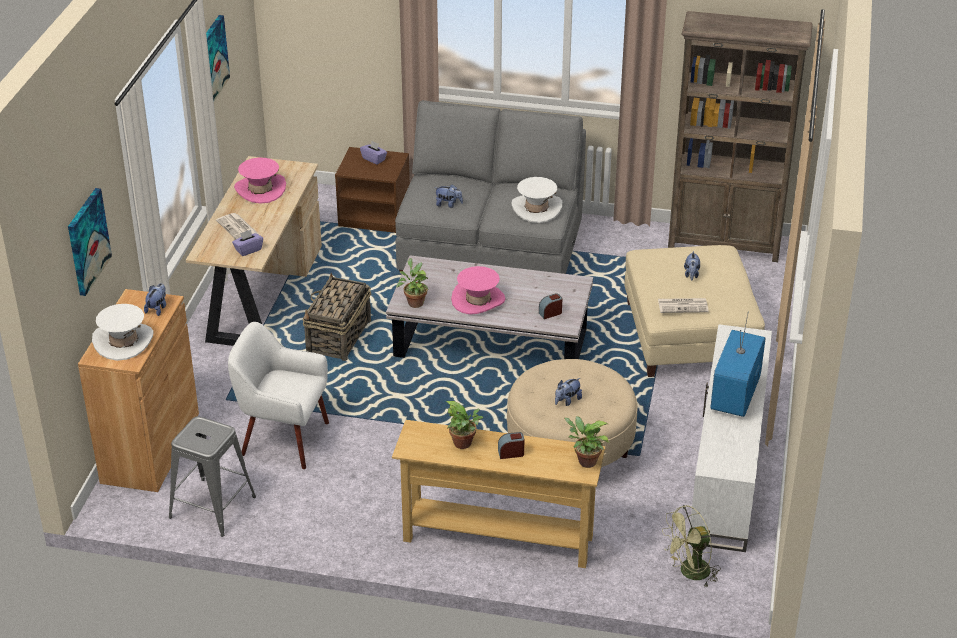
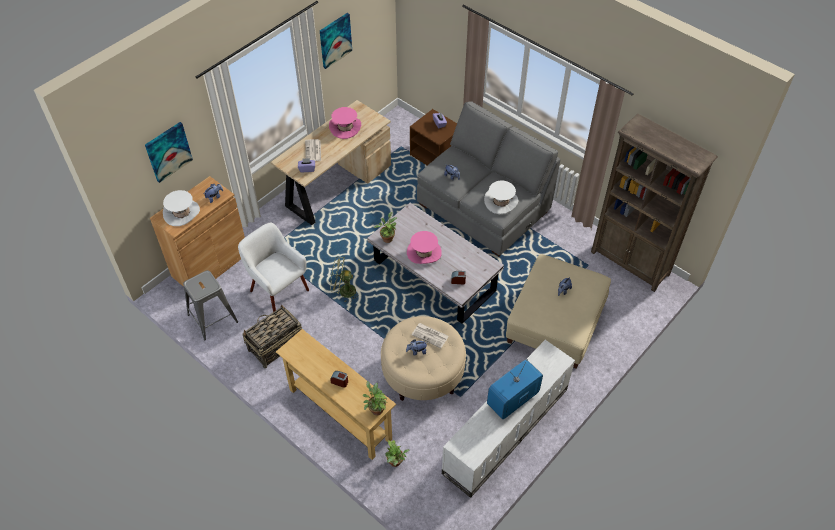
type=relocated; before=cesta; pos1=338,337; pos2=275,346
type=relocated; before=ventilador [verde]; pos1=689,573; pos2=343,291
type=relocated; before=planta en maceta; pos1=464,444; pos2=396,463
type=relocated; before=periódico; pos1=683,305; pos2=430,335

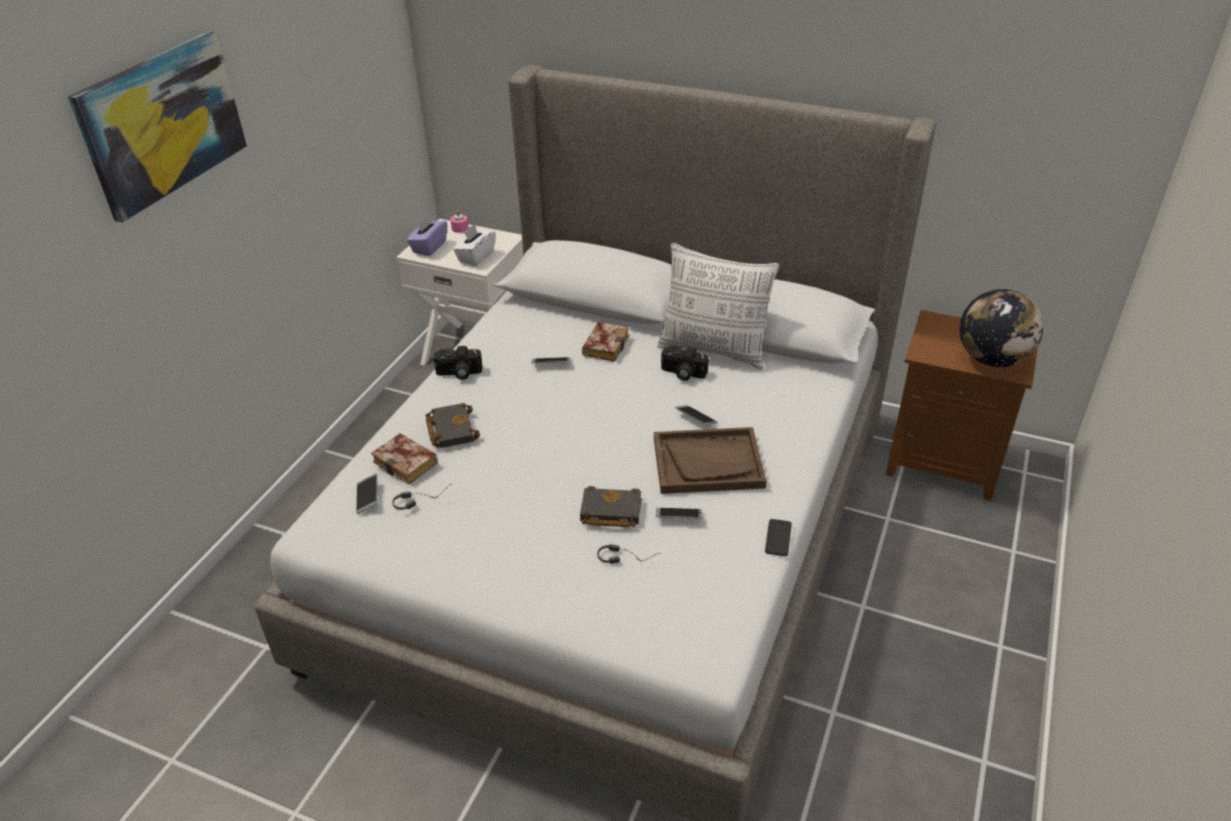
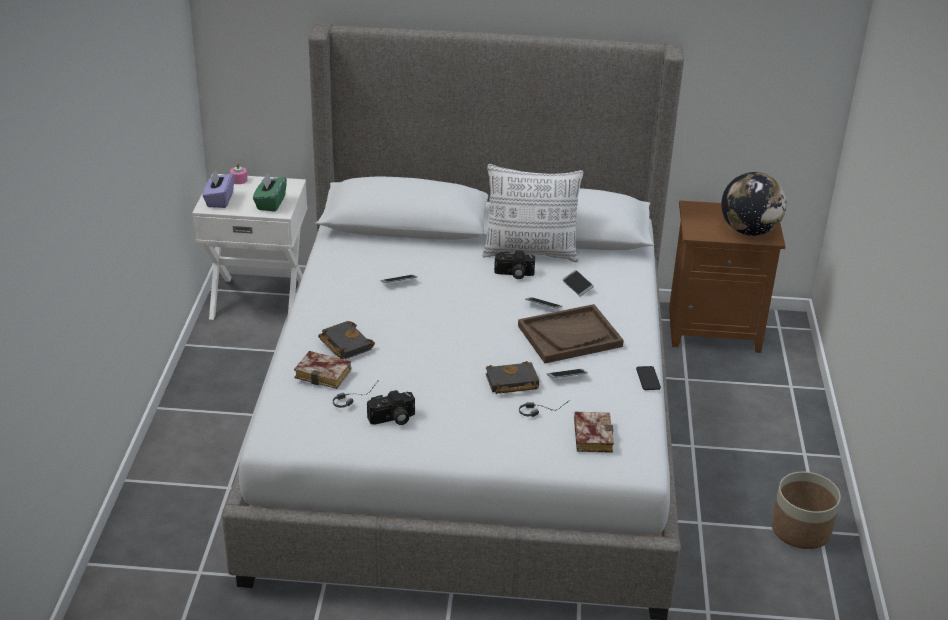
type=colour; before=caja de pañuelos [blanco]; after=caja de pañuelos [verde]; pos1=475,256; pos2=270,203
type=relocated; before=cámara; pos1=458,373; pos2=392,419
type=relocated; before=móvil; pos1=367,497; pos2=577,286
type=relocated; before=libro; pos1=605,345; pos2=591,435
type=appeared; after=maceta; pos2=801,529
type=missing; before=cuadro; pos1=162,123

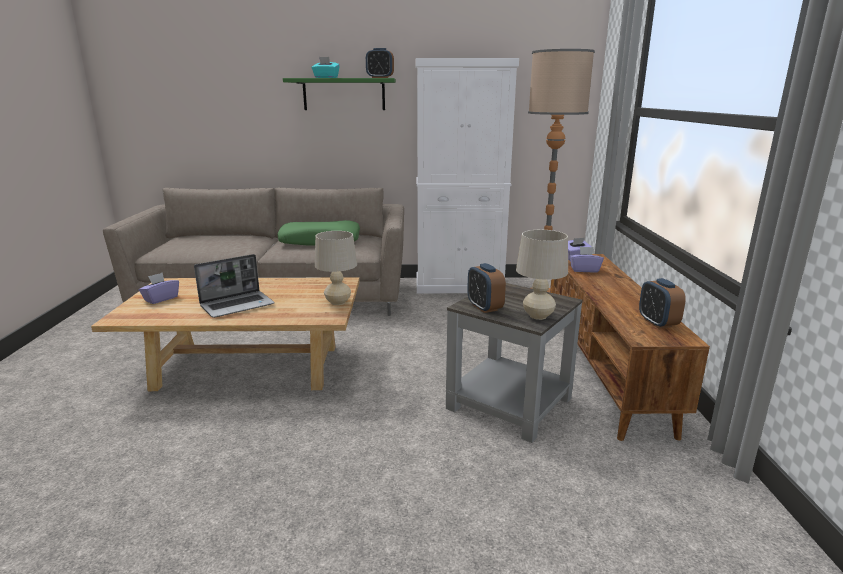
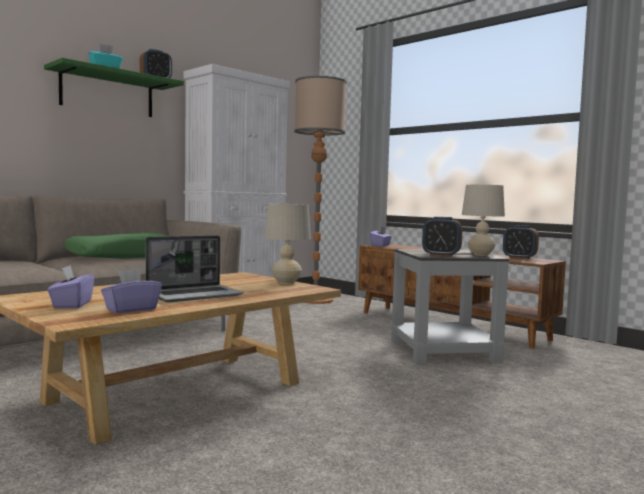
type=relocated; before=caja de pañuelos [morado]; pos1=584,270; pos2=131,309
type=spun; before=portátil; pos1=238,305; pos2=195,295; turn=45

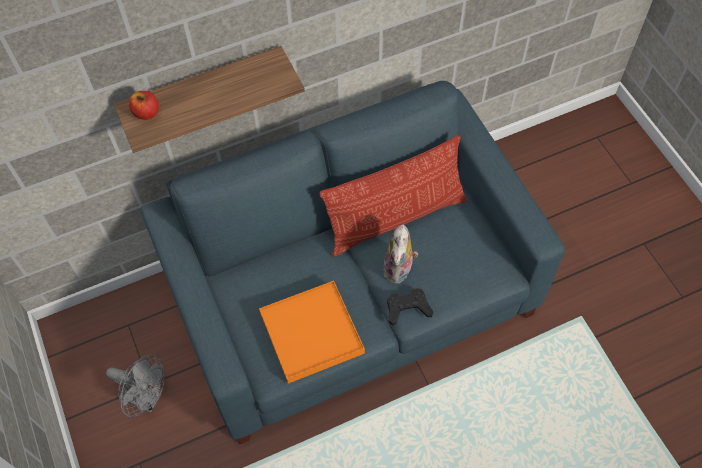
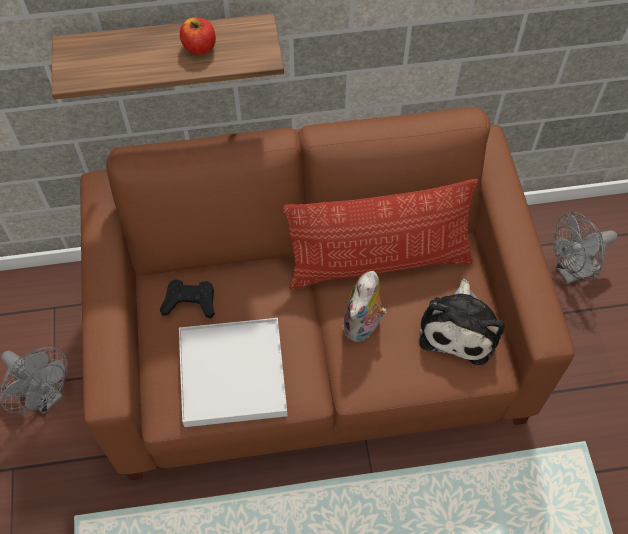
type=colour; before=sofá [azul]; after=sofá [marrón]; pos1=353,297; pos2=315,344
type=relocated; before=mando de consola [negro]; pos1=407,308; pos2=190,301
type=colour; before=bandeja [naranja]; after=bandeja [blanco]; pos1=311,333; pos2=232,374
type=relocated; before=manzana; pos1=146,113; pos2=199,47
type=appeared; after=peluche; pos2=460,327
type=appeared; after=ventilador [gris]; pos2=571,272

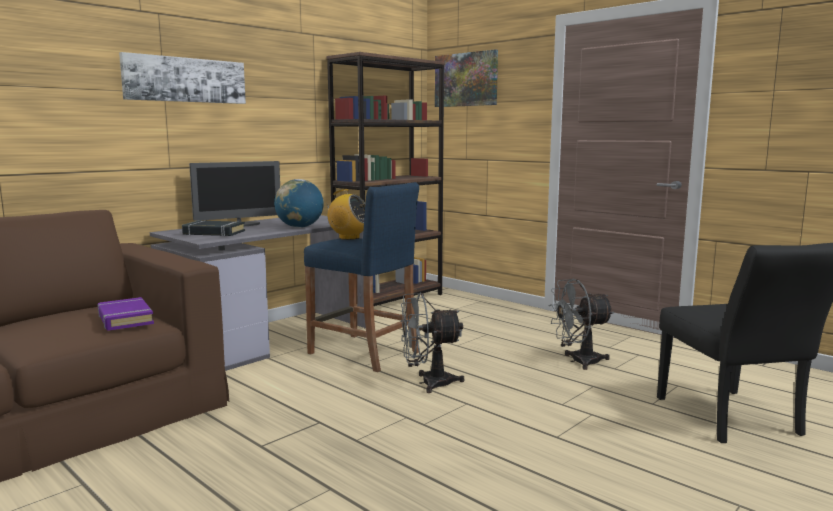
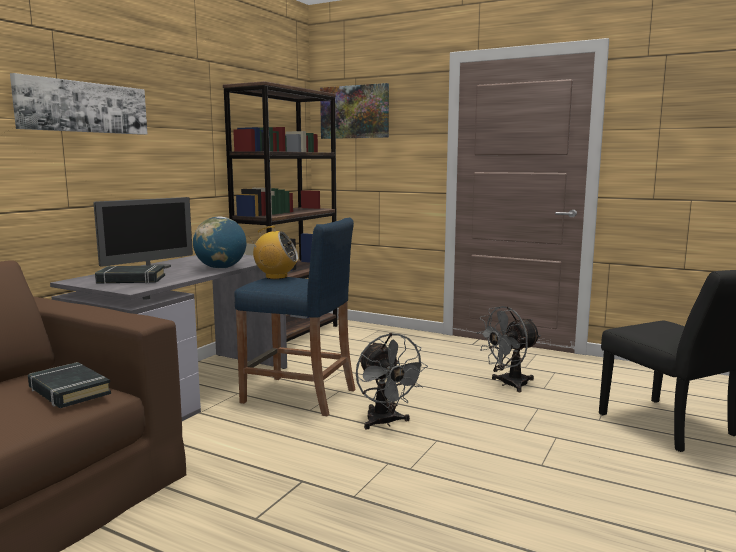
type=colour; before=libro [morado]; after=libro [negro]; pos1=125,319; pos2=69,391
type=spun; before=ventilador [gris]; pos1=428,383; pos2=385,423; turn=-90

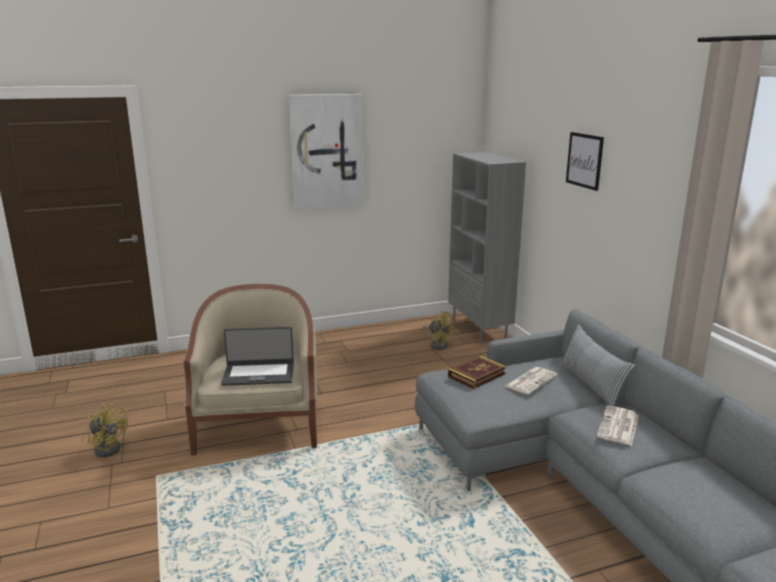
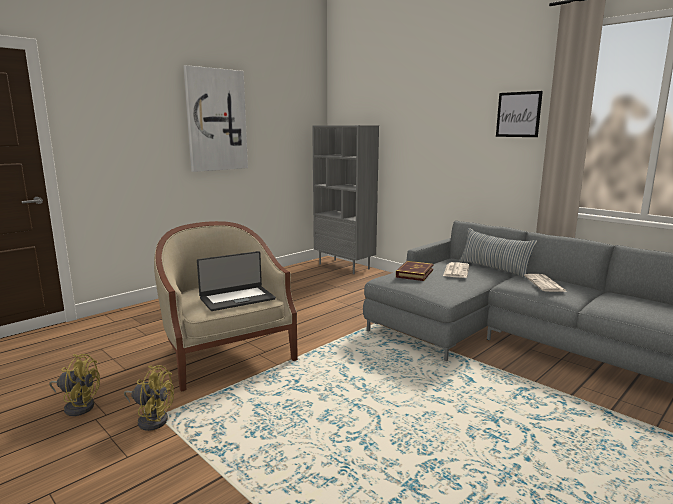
type=relocated; before=ventilador [amarillo]; pos1=438,344; pos2=151,419
type=relocated; before=cuadro; pos1=584,160; pos2=518,114

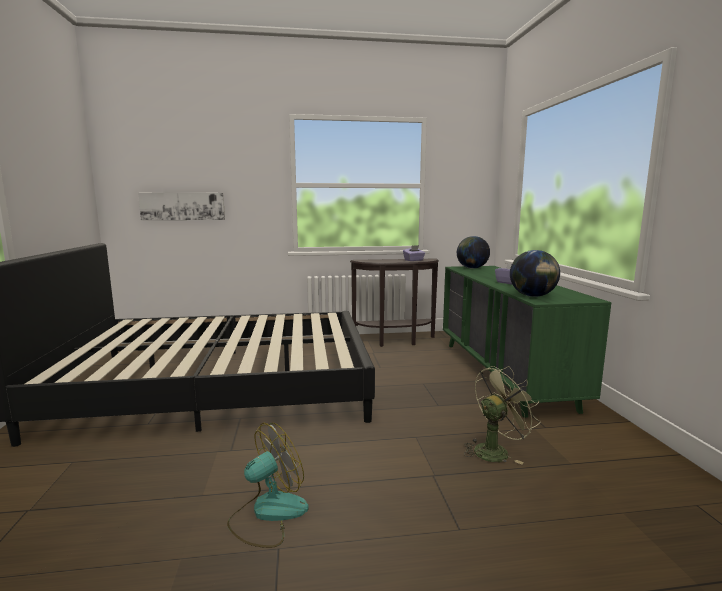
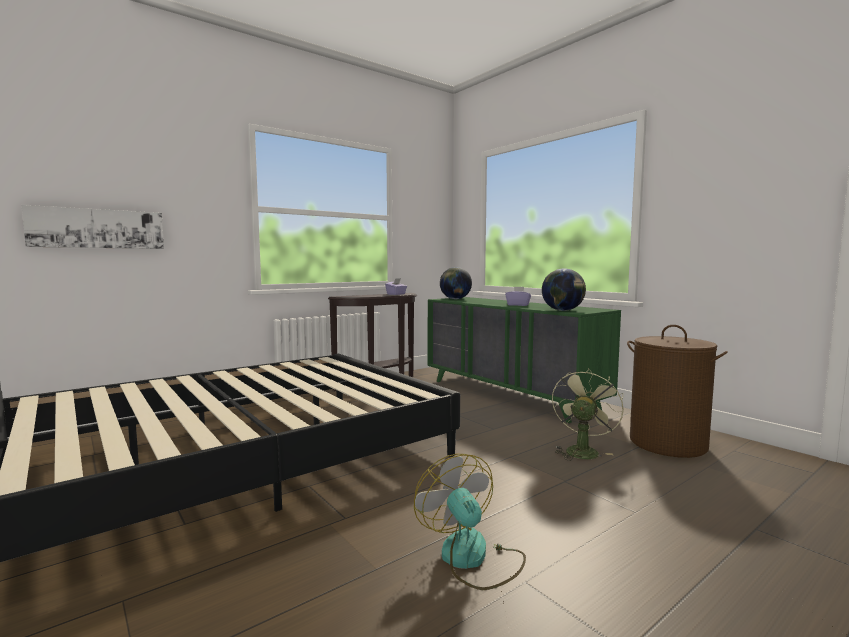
type=spun; before=ventilador; pos1=268,513; pos2=472,558; turn=-45
type=appeared; after=cesto de la ropa [marrón]; pos2=668,443

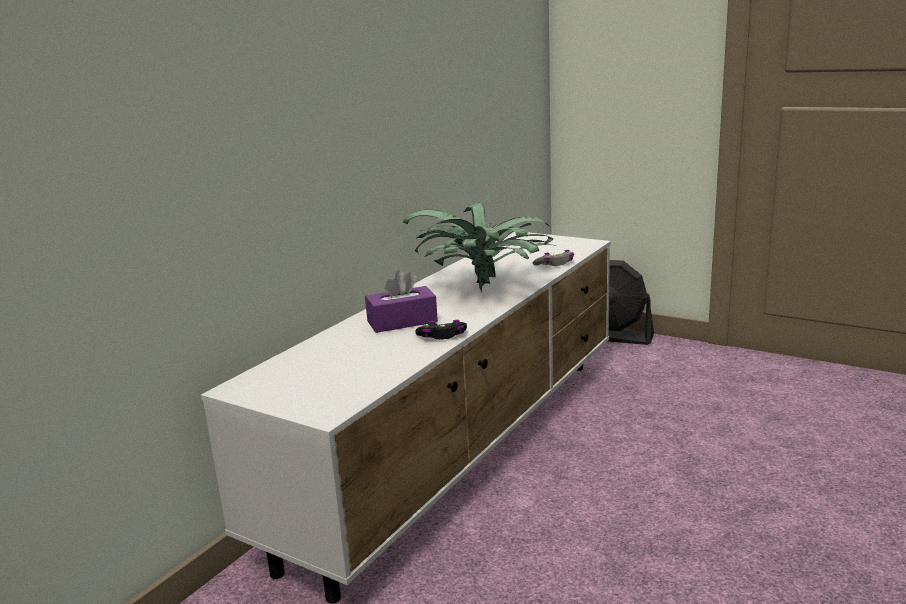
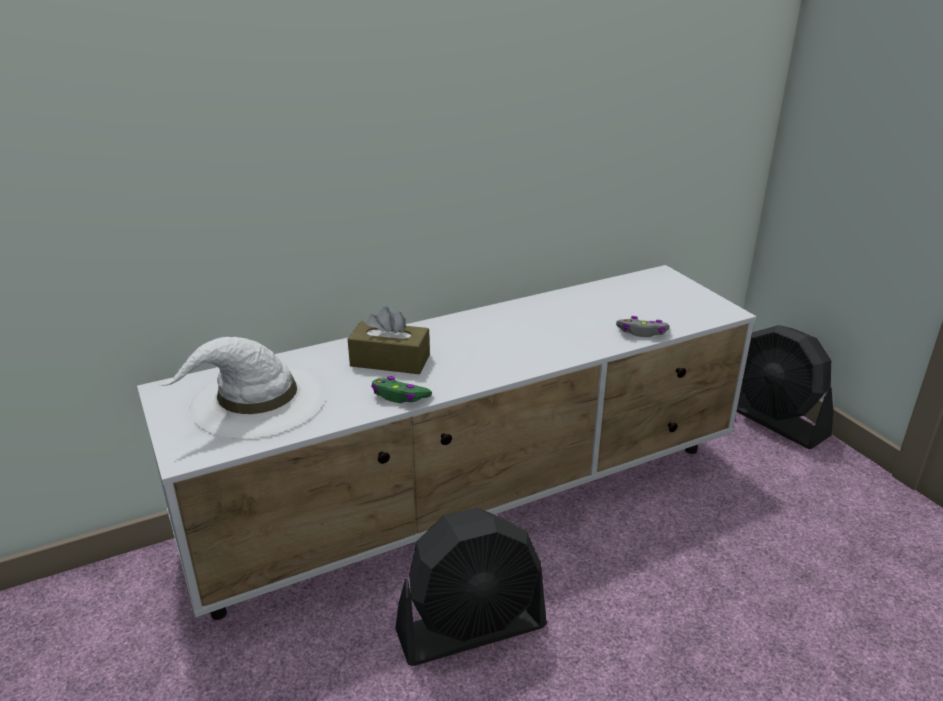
type=appeared; after=sombrero [blanco]; pos2=256,401
type=colour; before=caja de pañuelos [morado]; after=caja de pañuelos [marrón]; pos1=402,322; pos2=390,361
type=colour; before=mando de consola [negro]; after=mando de consola [verde]; pos1=442,336; pos2=400,396
type=appeared; after=ventilador [negro]; pos2=472,629
type=missing; before=planta en maceta; pos1=485,289

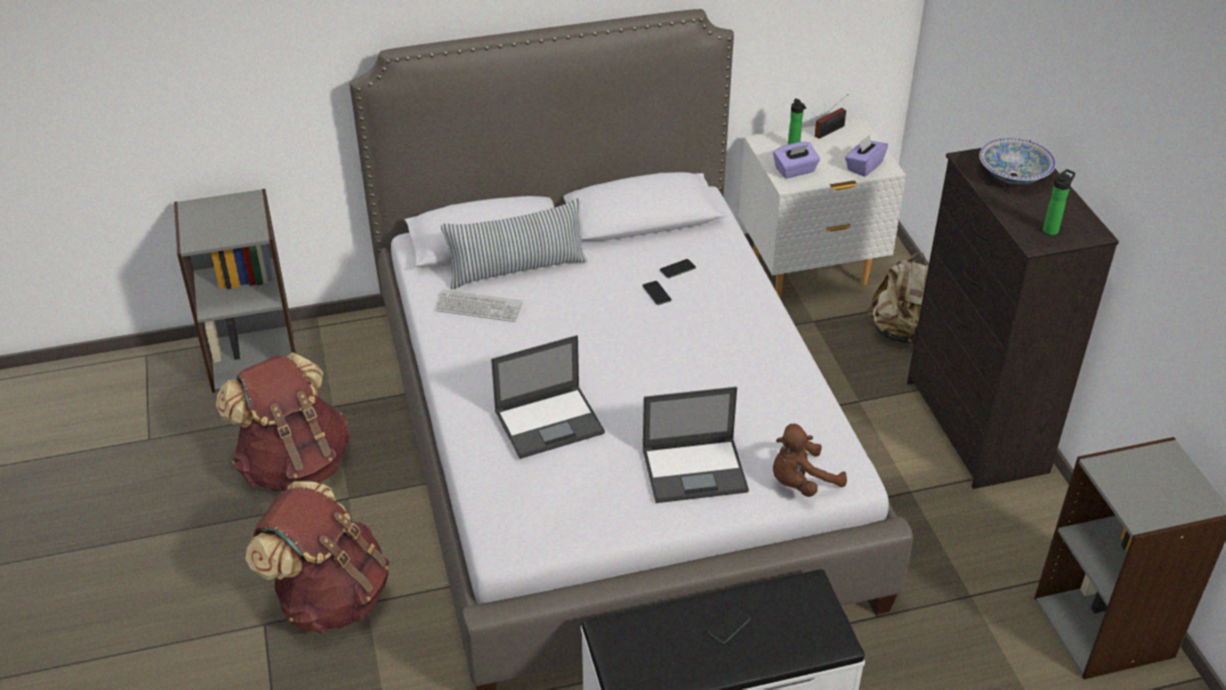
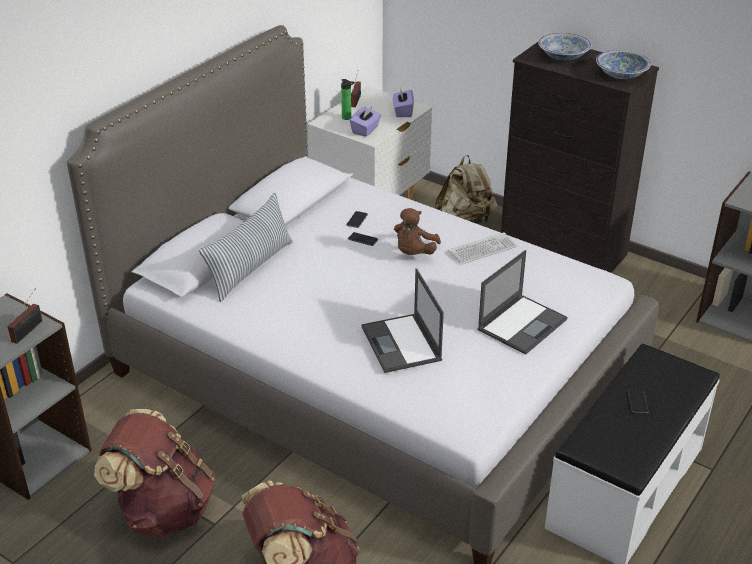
type=appeared; after=radio; pos2=29,330
type=spun; before=portátil; pos1=550,422; pos2=402,344; turn=135
type=relocated; before=peluche [marrón]; pos1=801,482; pos2=414,253
type=relocated; before=teclado; pos1=479,307; pos2=482,249
type=exchanged; before=botella; after=cuenco; pos1=1052,229; pos2=621,74

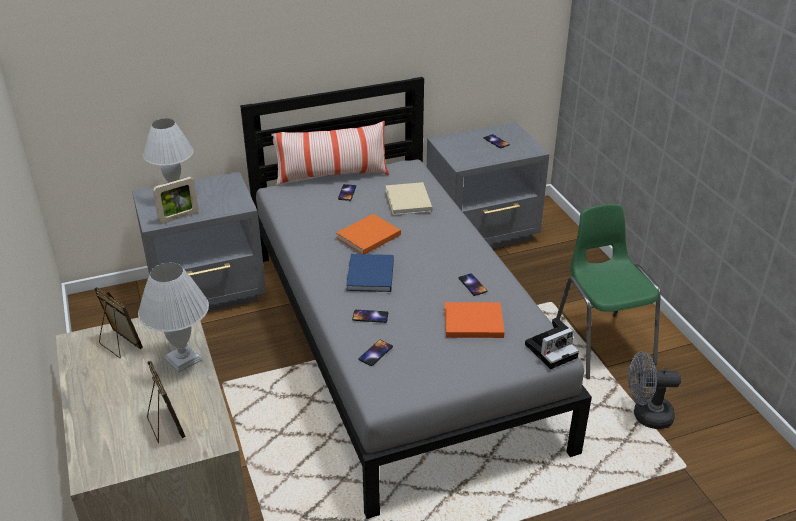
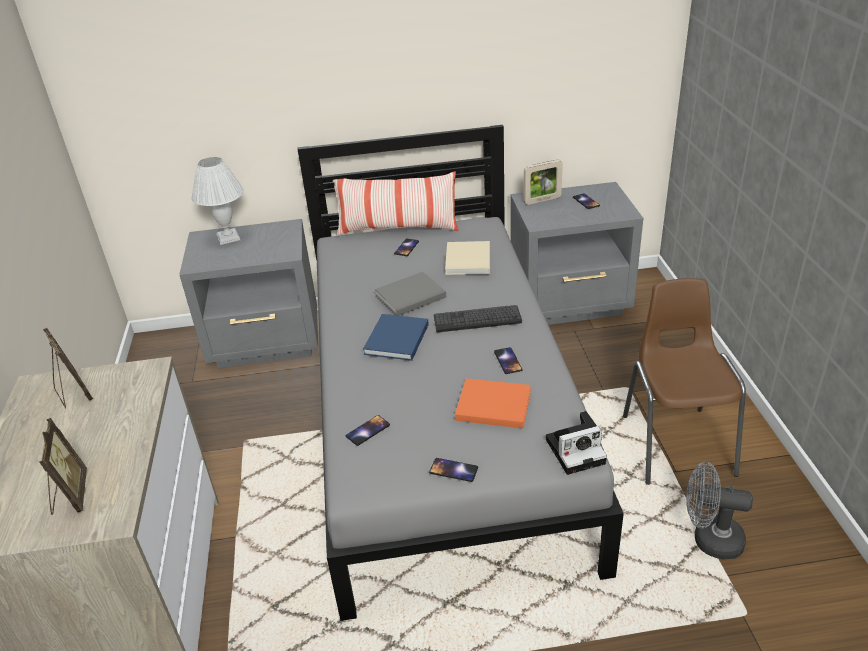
type=colour; before=libro [naranja]; after=libro [gris]; pos1=367,237; pos2=409,296
type=relocated; before=móvil; pos1=370,316; pos2=453,470
type=appeared; after=teclado; pos2=477,319
type=relocated; before=portarretratos; pos1=179,217; pos2=542,200
type=colour; before=silla [verde]; after=silla [marrón]; pos1=601,343; pos2=675,443
type=missing; before=lámpara de mesa [blanco]; pos1=184,360

